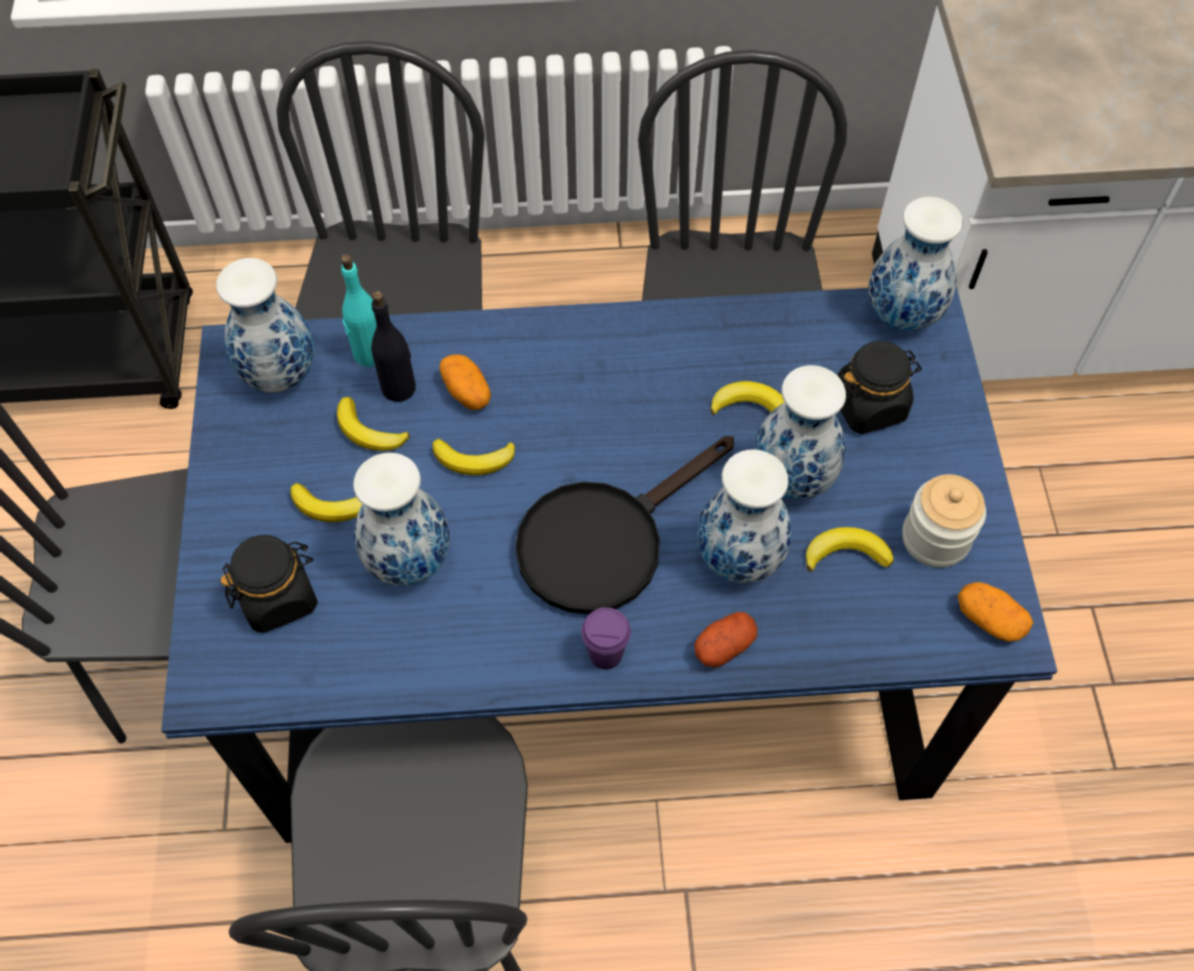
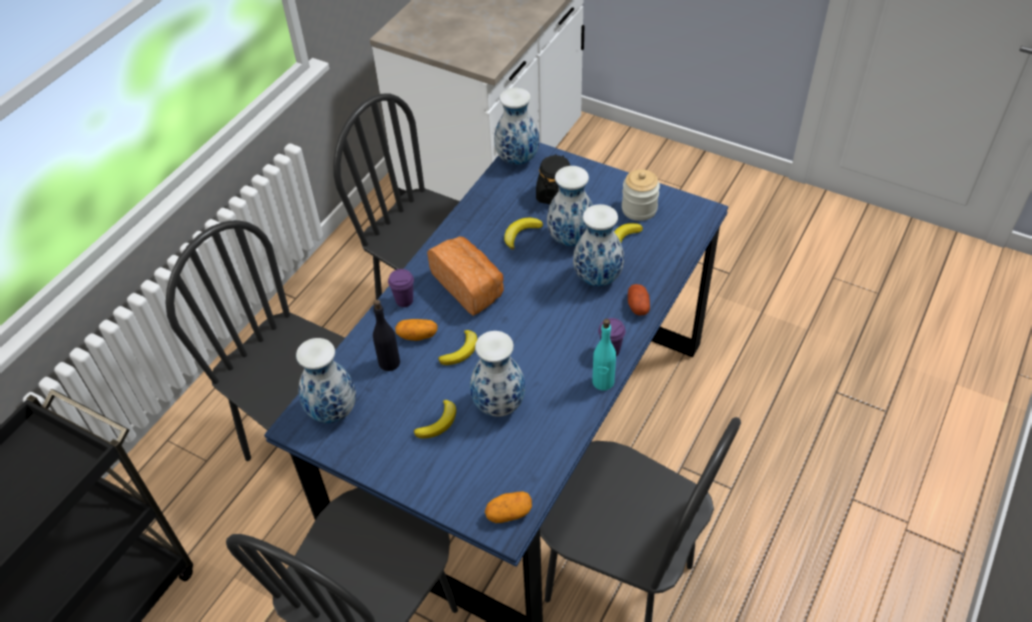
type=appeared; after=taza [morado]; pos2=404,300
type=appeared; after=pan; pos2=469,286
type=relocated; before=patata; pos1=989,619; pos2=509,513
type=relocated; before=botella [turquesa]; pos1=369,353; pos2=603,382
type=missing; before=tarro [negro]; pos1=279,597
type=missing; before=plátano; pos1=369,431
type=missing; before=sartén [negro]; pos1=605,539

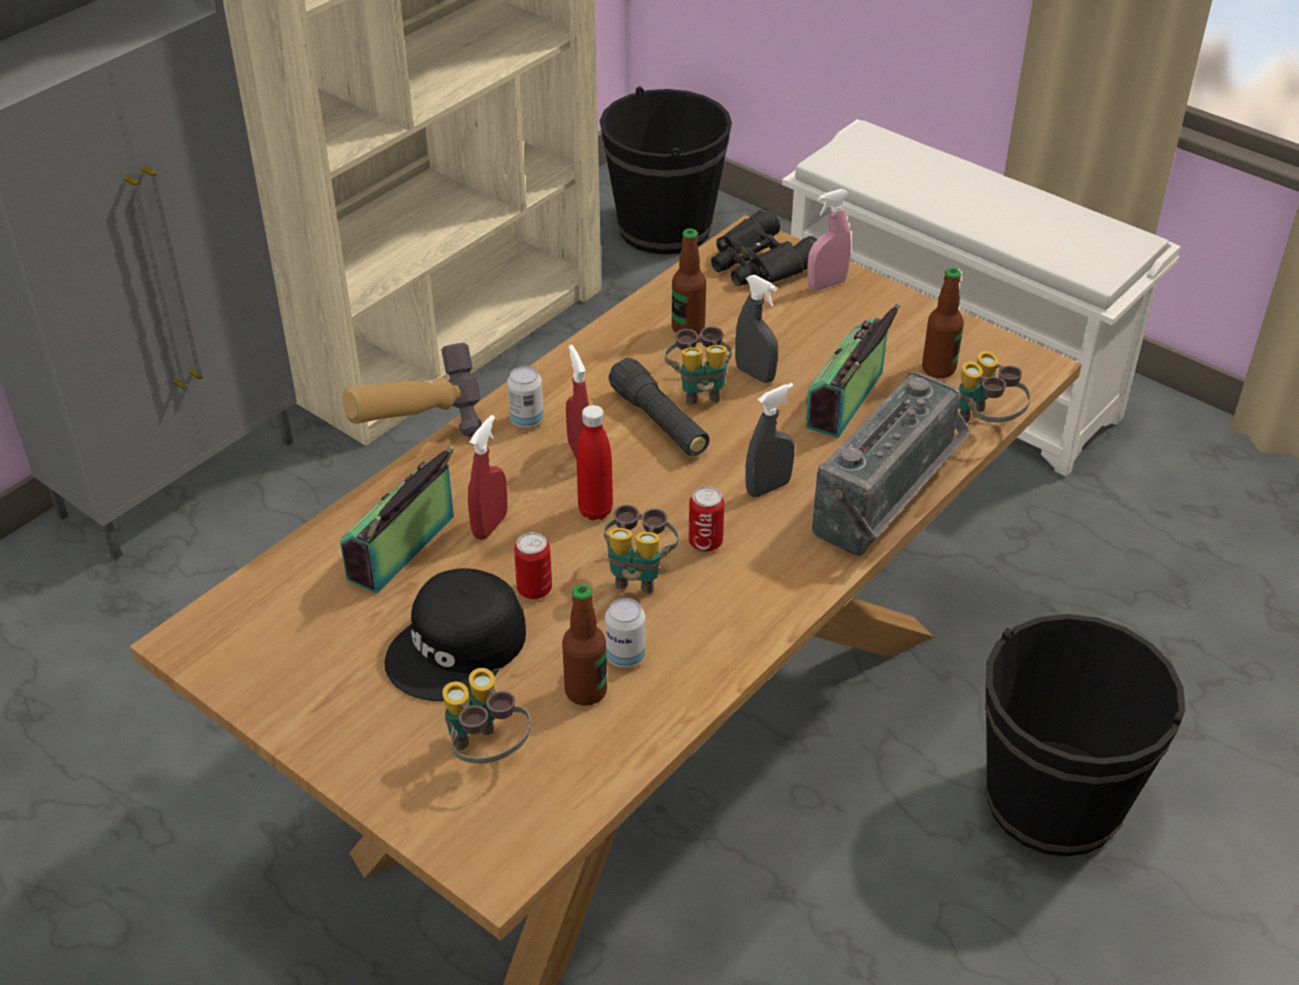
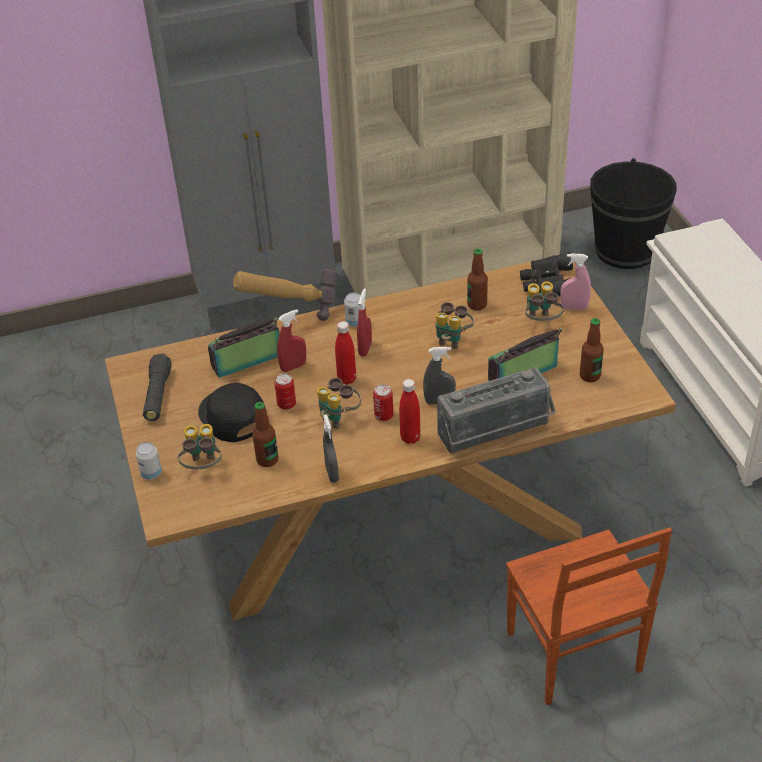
type=relocated; before=lata; pos1=625,656; pos2=151,474
type=relocated; before=linterna [negro]; pos1=659,422; pos2=158,395
type=spun; before=gorra [negro]; pos1=459,647; pos2=231,416; turn=75
type=relocated; before=pulverizador [gris]; pos1=755,374; pos2=332,473
type=appeared; after=botella [rojo]; pos2=410,438
type=exchanged; before=cubo [negro]; after=silla [marrón]; pos1=1053,801; pos2=573,654
type=relocated; before=prismáticos; pos1=986,424; pos2=541,322

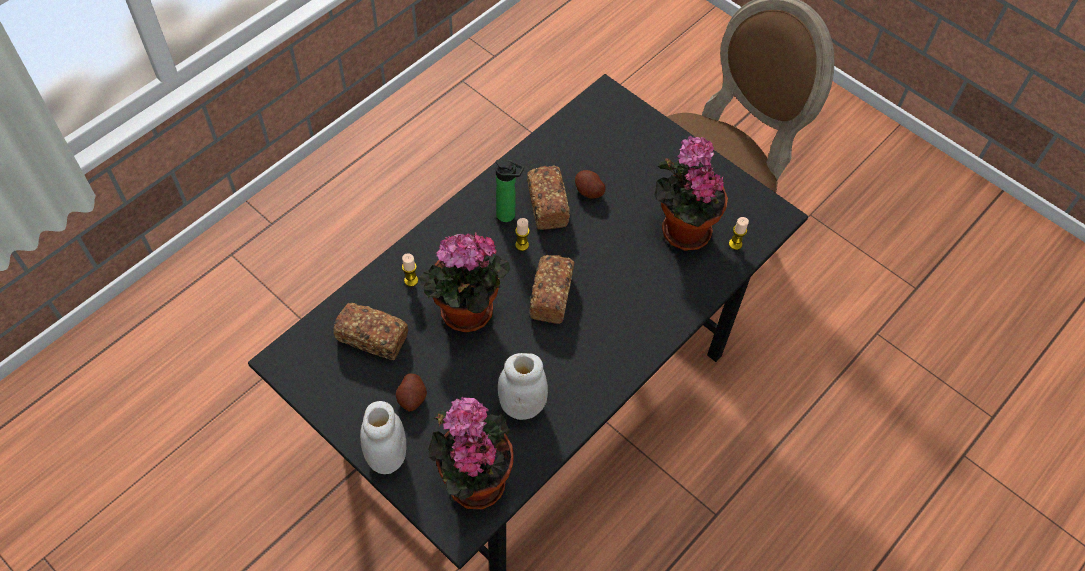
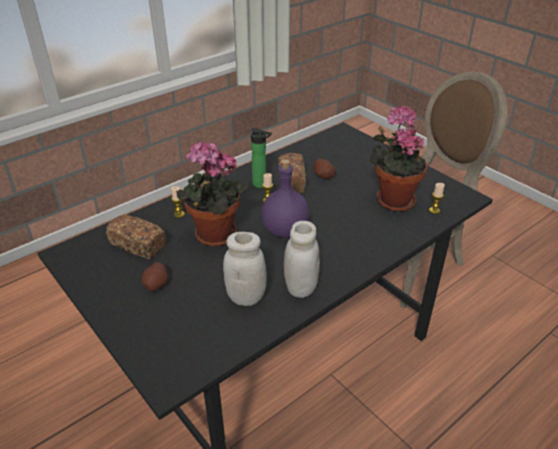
type=exchanged; before=pan; after=botella [morado]; pos1=551,296; pos2=284,230
type=relocated; before=tarro [blanco]; pos1=387,456; pos2=300,288
type=missing; before=planta en maceta; pos1=473,478

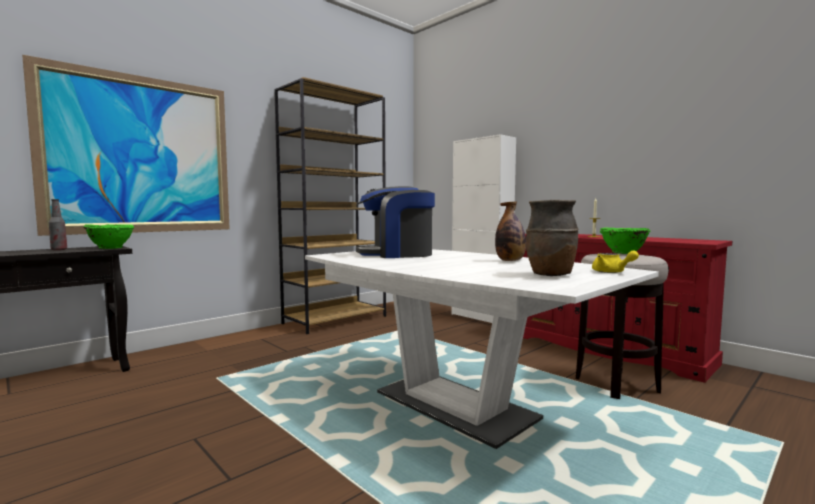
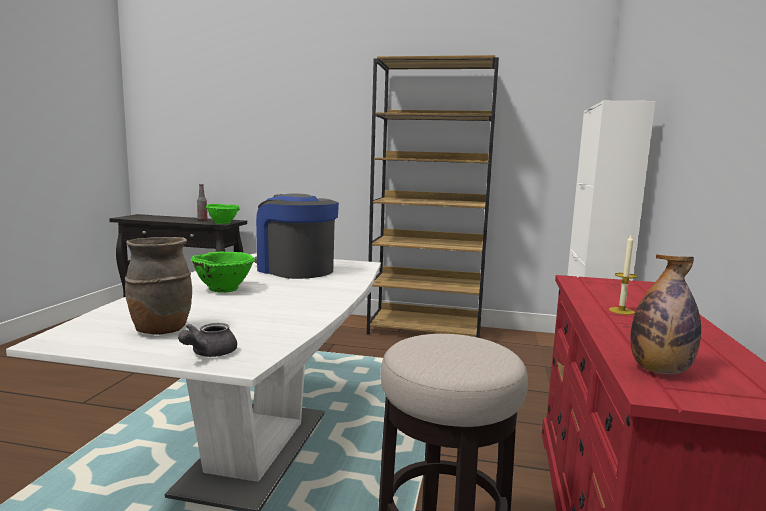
type=colour; before=tetera [amarillo]; after=tetera [gris]; pos1=611,272; pos2=208,354
type=relocated; before=cuenco [verde]; pos1=622,253; pos2=224,289
type=relocated; before=botella; pos1=510,261; pos2=659,370
type=missing; before=cuadro; pos1=141,155

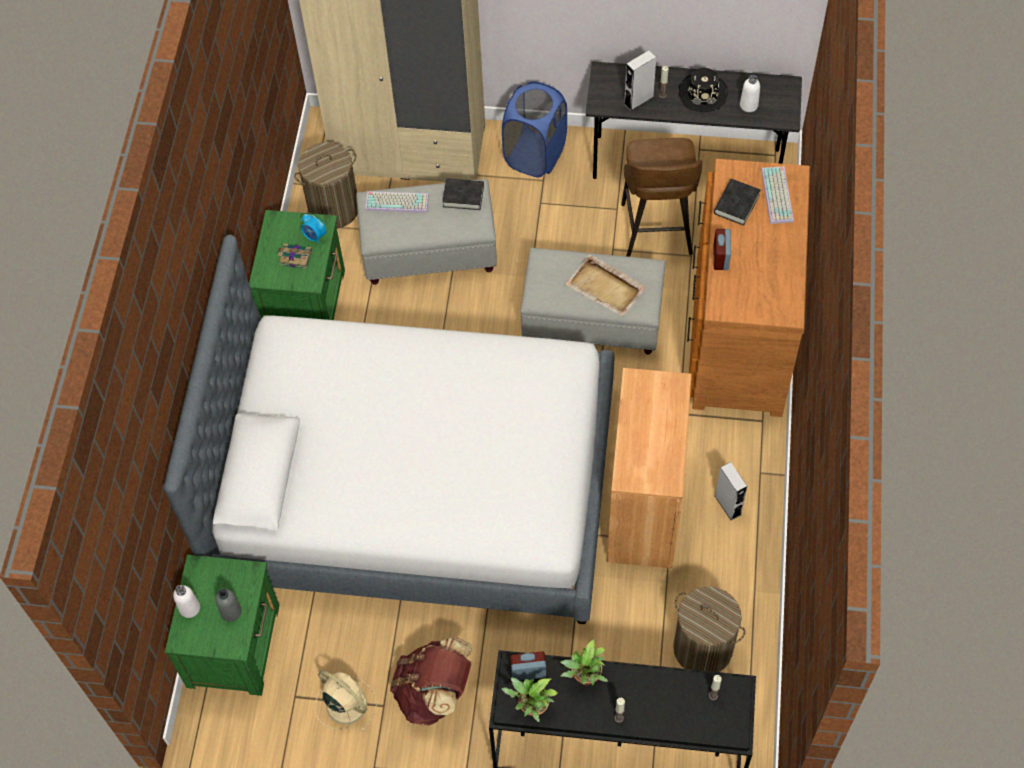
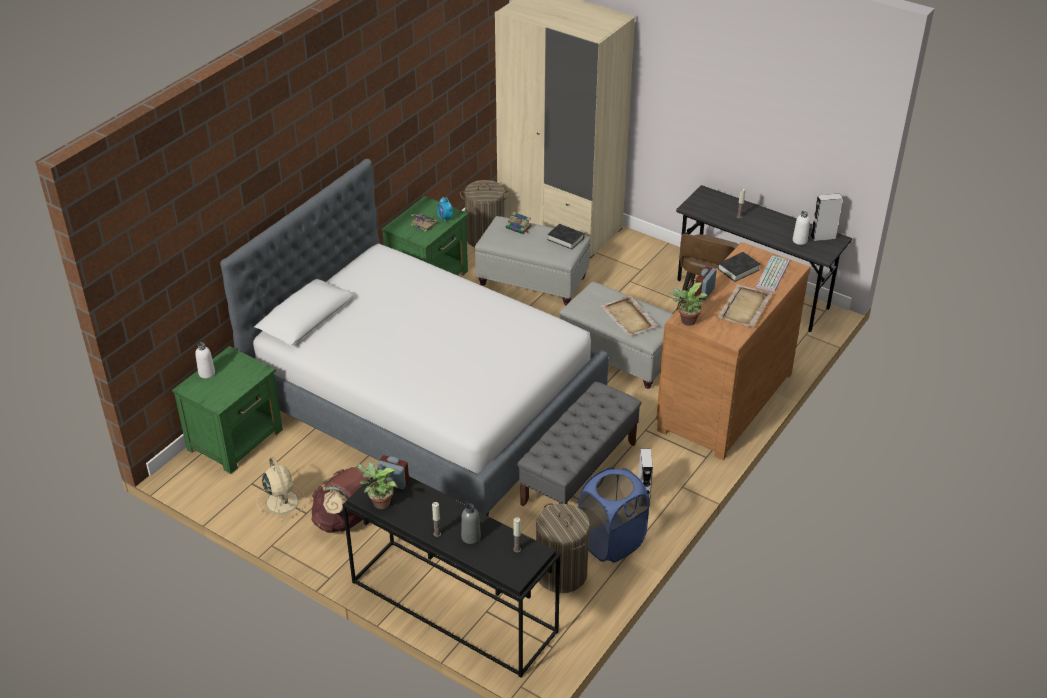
type=relocated; before=botella [gris]; pos1=231,612; pos2=471,537
type=exchanged; before=teclado; after=libro; pos1=398,201; pos2=519,227
type=exchanged; before=armario [marrón]; after=banco [gris]; pos1=644,506; pos2=579,473
type=relocated; before=cesto de la ropa [azul]; pos1=535,155; pos2=611,542
type=relocated; before=planta en maceta; pos1=585,678; pos2=686,321
type=appeared; after=bandeja [beis]; pos2=744,308
type=relocated; before=altavoz [gris]; pos1=638,100; pos2=823,237
type=missing; before=sombrero [negro]; pos1=703,93

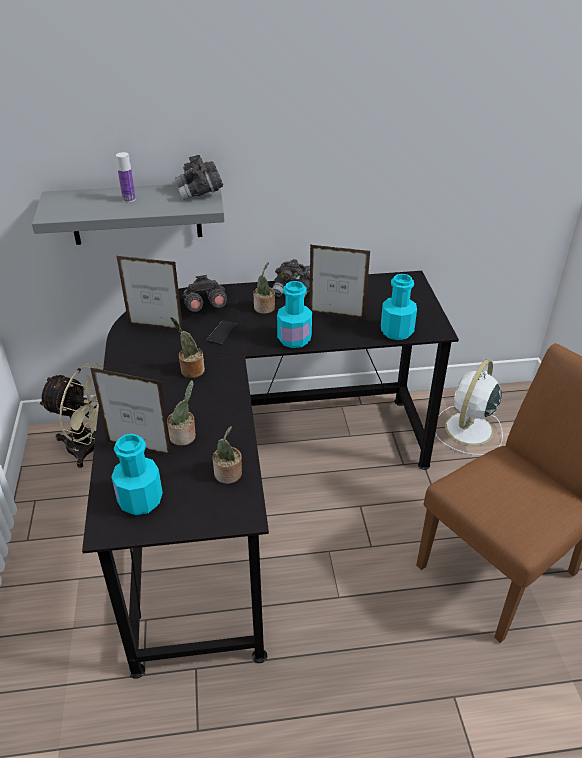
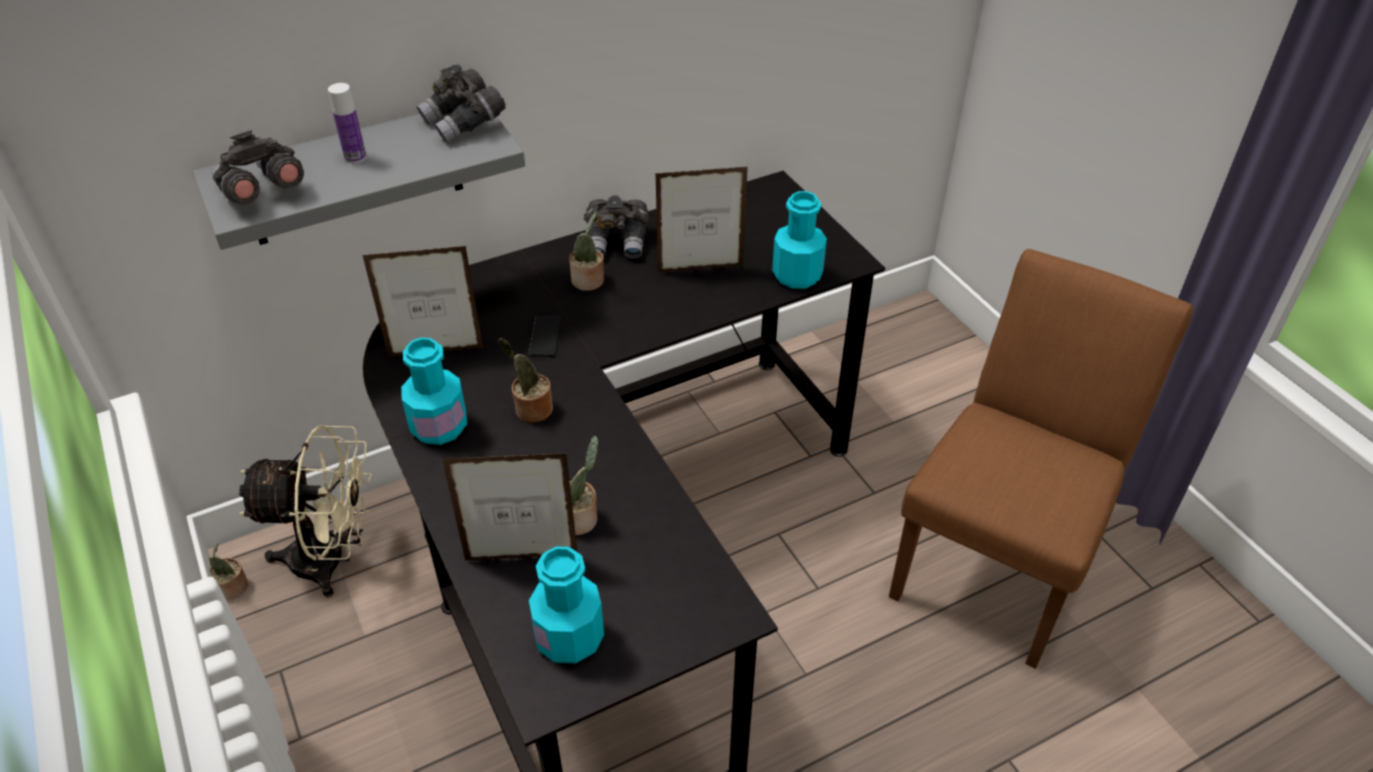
type=relocated; before=planta en maceta; pos1=228,475; pos2=233,588
type=relocated; before=prismáticos [gris]; pos1=204,307; pos2=261,193
type=relocated; before=botella [turquesa]; pos1=294,339; pos2=439,426
type=missing; before=ventilador [blanco]; pos1=468,430

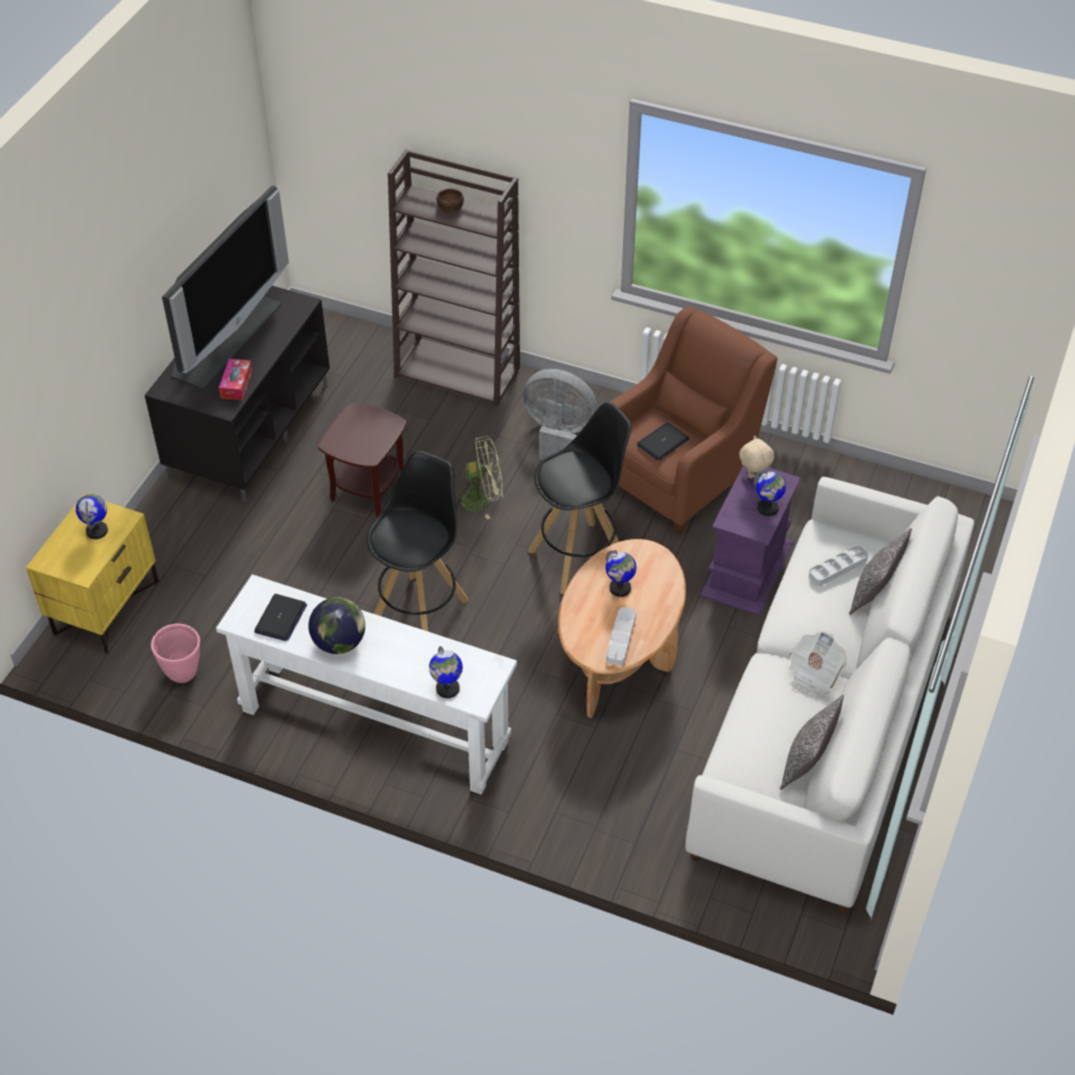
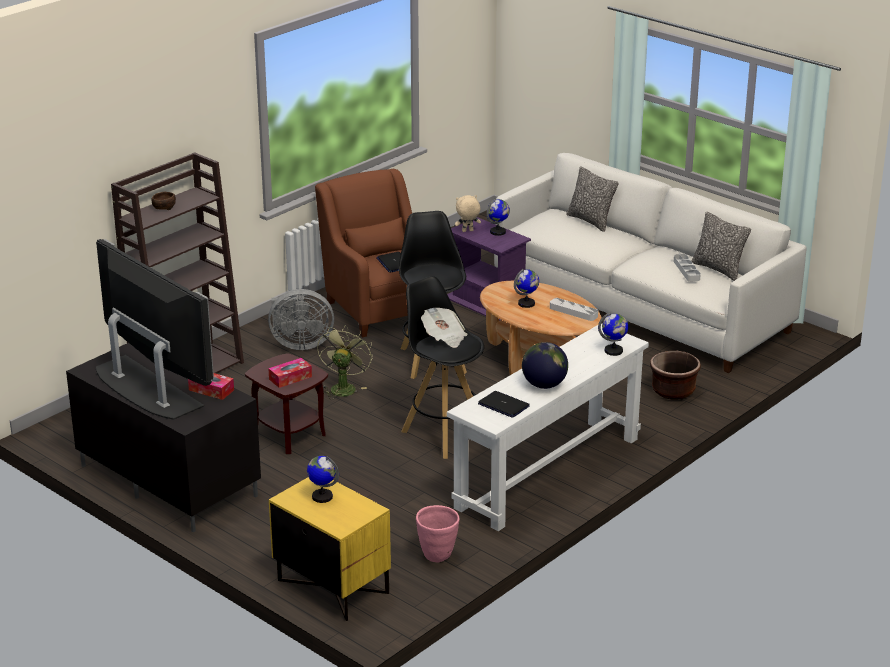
type=spun; before=ventilador [gris]; pos1=558,436; pos2=300,344; turn=-135
type=appeared; after=caja de pañuelos; pos2=290,378
type=relocated; before=periódico; pos1=813,674; pos2=444,337
type=appeared; after=maceta [marrón]; pos2=673,391
type=relocated; before=bandeja [gris]; pos1=838,568; pos2=686,270

